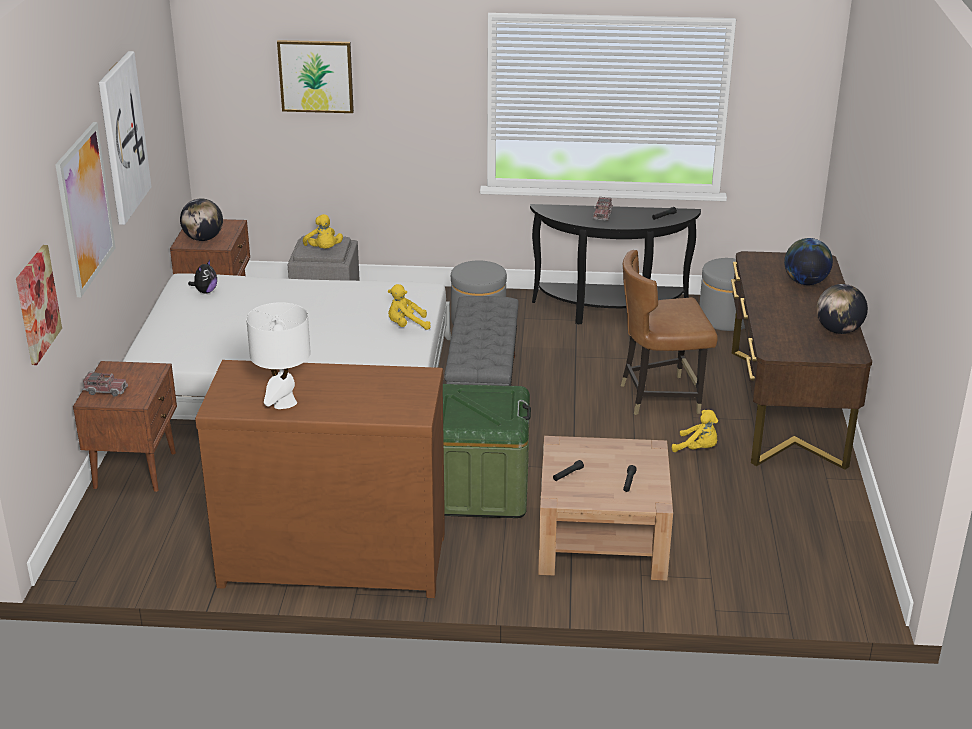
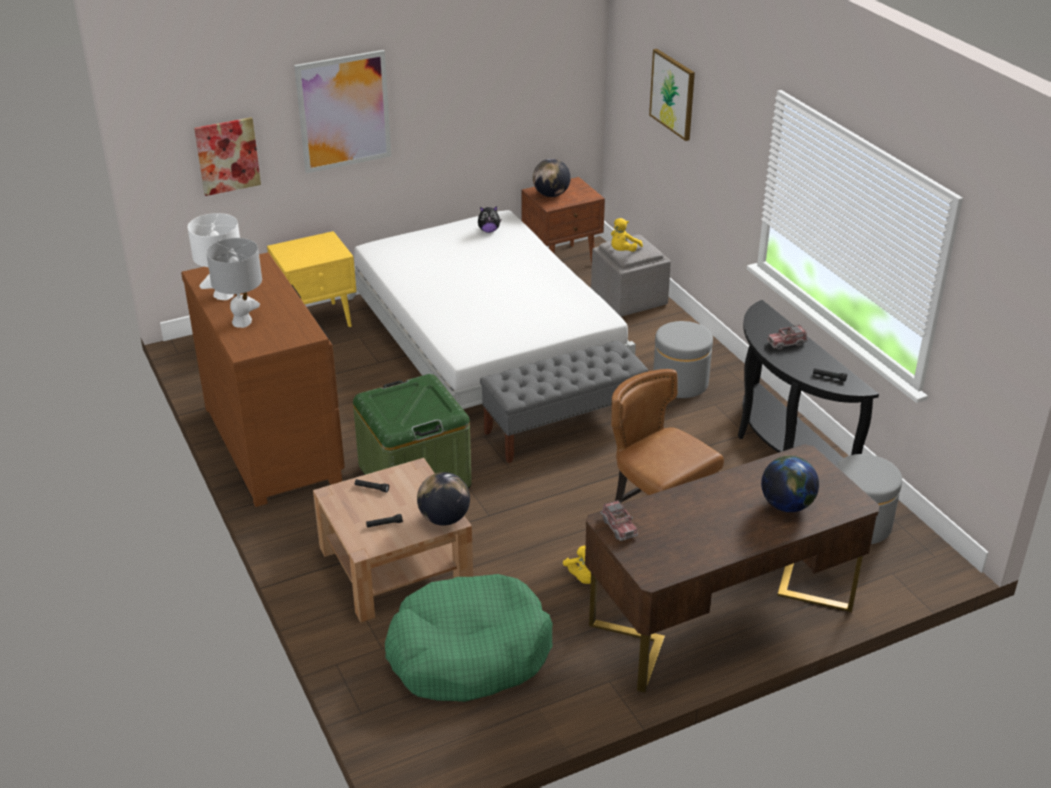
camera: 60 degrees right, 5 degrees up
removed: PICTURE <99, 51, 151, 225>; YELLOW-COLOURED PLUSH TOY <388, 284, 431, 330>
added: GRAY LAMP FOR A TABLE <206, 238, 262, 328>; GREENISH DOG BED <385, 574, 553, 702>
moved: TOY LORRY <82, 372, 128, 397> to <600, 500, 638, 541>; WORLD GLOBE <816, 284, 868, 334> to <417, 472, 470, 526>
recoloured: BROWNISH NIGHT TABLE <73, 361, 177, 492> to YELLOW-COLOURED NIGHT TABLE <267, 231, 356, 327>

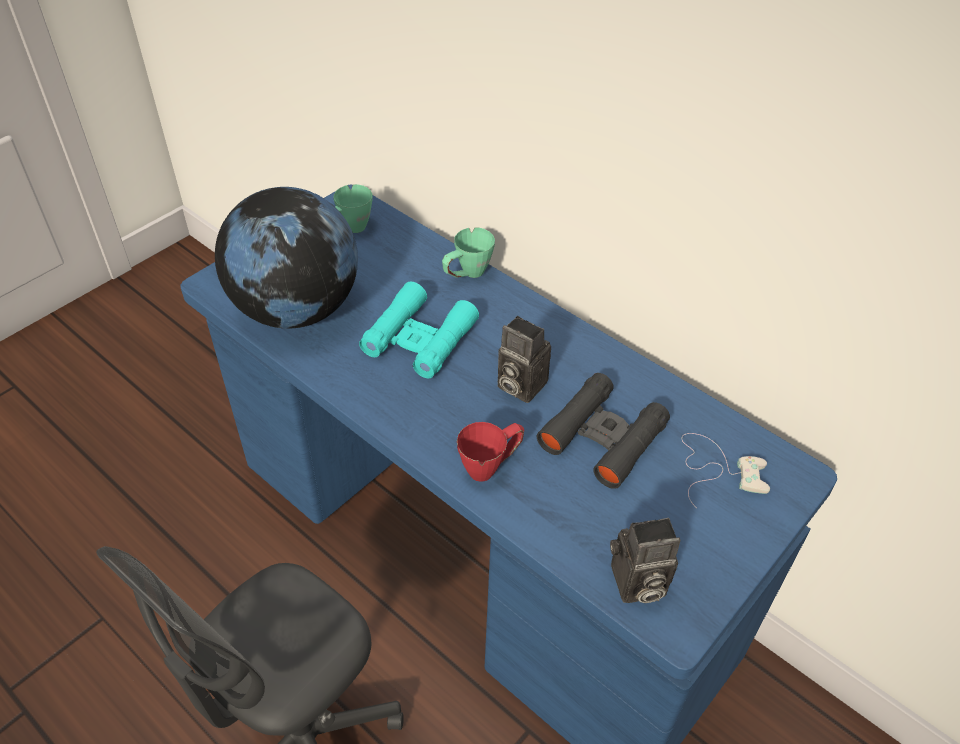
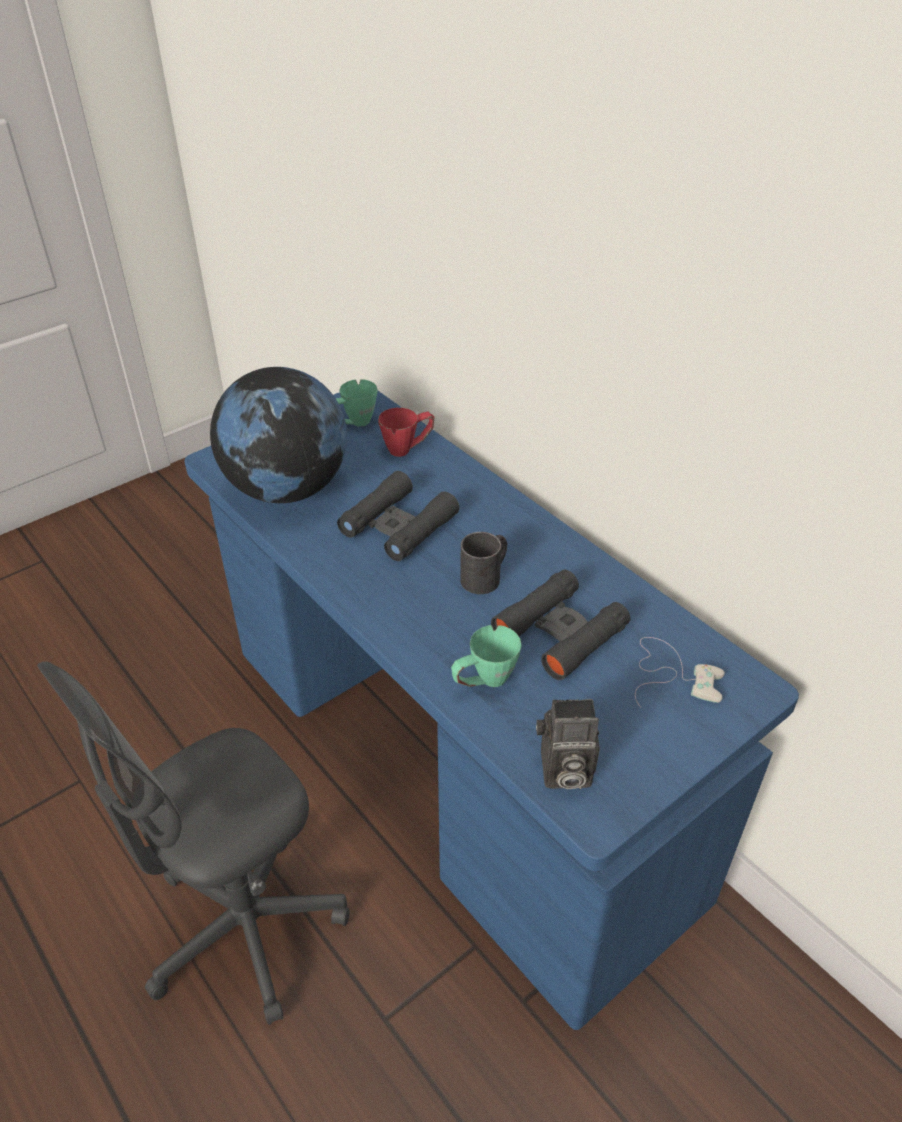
camera: 10 degrees right, 5 degrees down
moved: GREENISH MUG <442, 227, 495, 278> to <451, 625, 522, 687>; REDDISH MUG <457, 422, 524, 482> to <378, 408, 434, 457>
replaced: STILL CAMERA <498, 316, 551, 403> to BLACK-COLOURED MUG <460, 532, 507, 594>
recoloured: TURQUOISE-COLOURED BINOCULARS <359, 281, 479, 378> to BLACK-COLOURED BINOCULARS <337, 471, 460, 561>

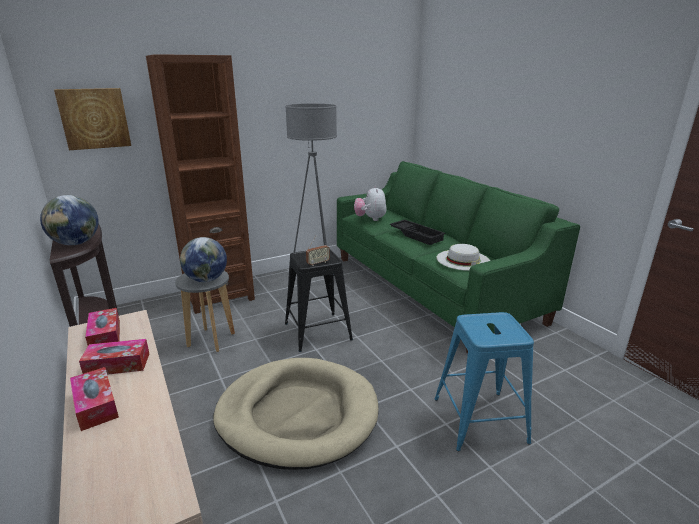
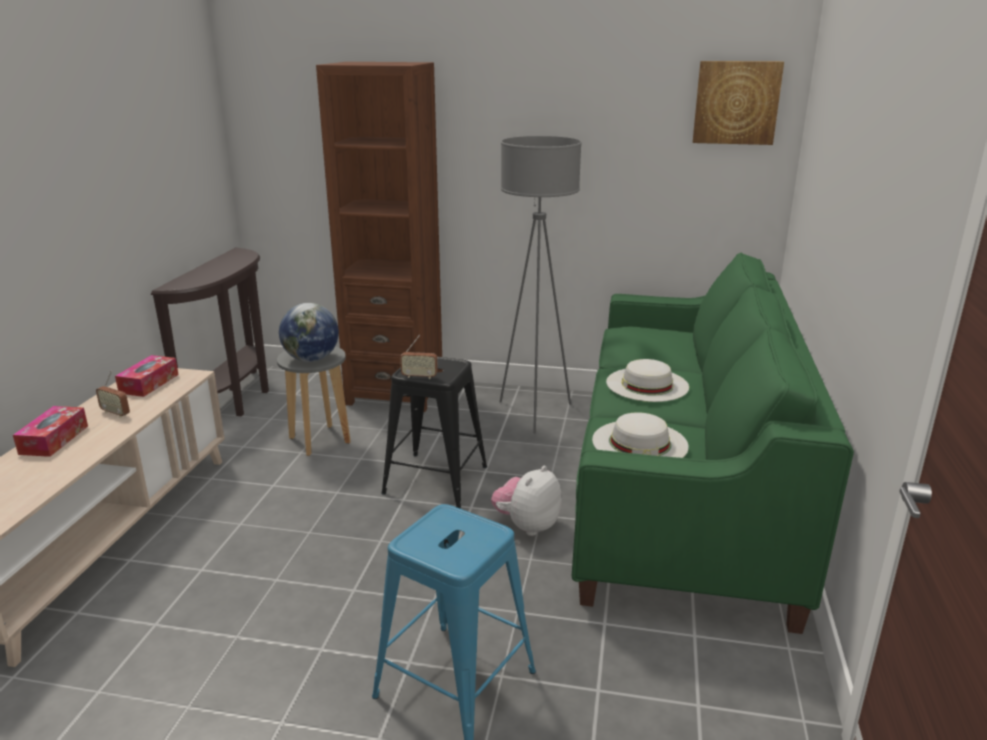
camera: 40 degrees right, 0 degrees up
removed: WORLD GLOBE <40, 195, 99, 245>; BEIGE DOG BED <213, 358, 379, 470>
moved: PICTURE <54, 88, 131, 150> to <693, 61, 784, 145>; PLUSH TOY <354, 185, 387, 221> to <491, 466, 562, 536>
replaced: TISSUE BOX <79, 339, 149, 375> to RADIO SET <96, 371, 130, 418>; BLACK-COLOURED CARRYING TRAY <389, 220, 446, 245> to WHITISH CLOTHING HAT <606, 359, 689, 402>

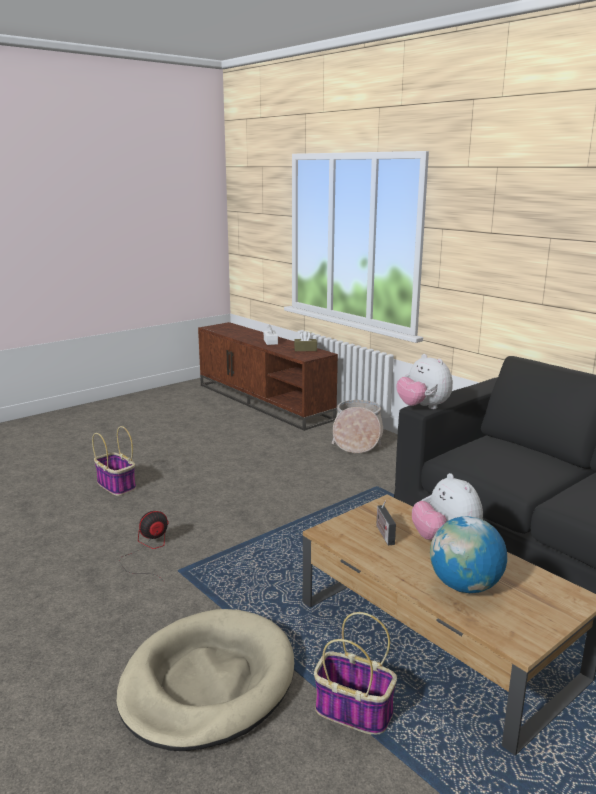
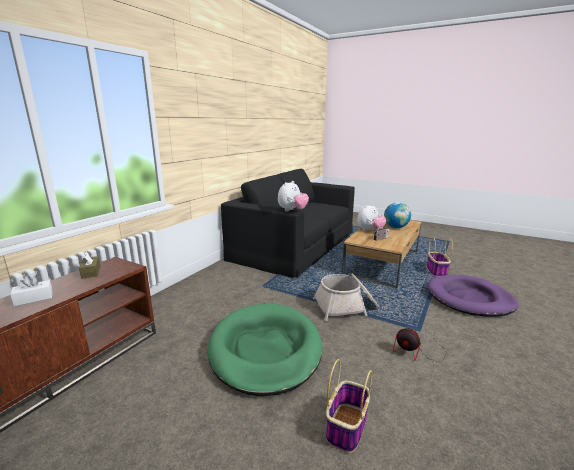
camera: 110 degrees left, 0 degrees up
added: GREENISH DOG BED <207, 304, 322, 396>
moved: HOUSEHOLD BASKET <332, 400, 383, 454> to <313, 273, 379, 321>
recoloured: BEIGE DOG BED <116, 609, 294, 751> to PURPLISH DOG BED <428, 275, 519, 317>

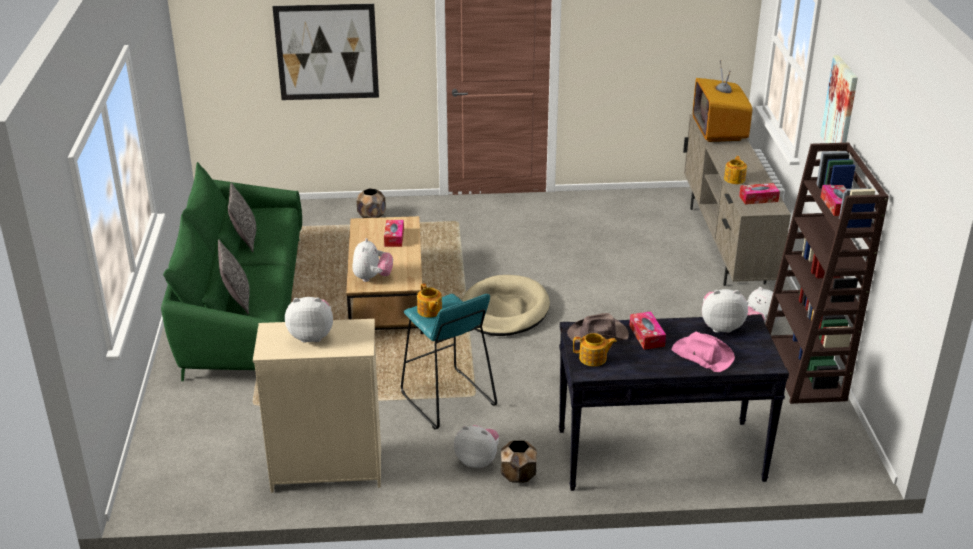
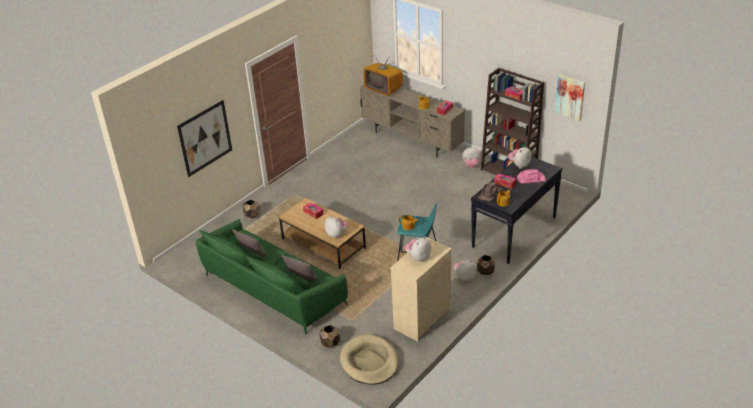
camera: 45 degrees left, 5 degrees up
added: BROWNISH PLANT POT <319, 325, 340, 348>
moved: BEIGE DOG BED <462, 275, 550, 336> to <340, 334, 399, 385>; PICTURE <820, 55, 858, 143> to <555, 74, 585, 121>

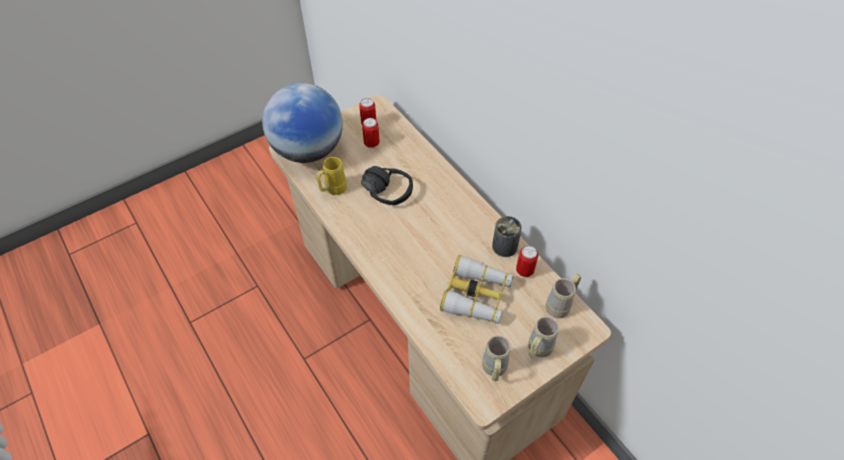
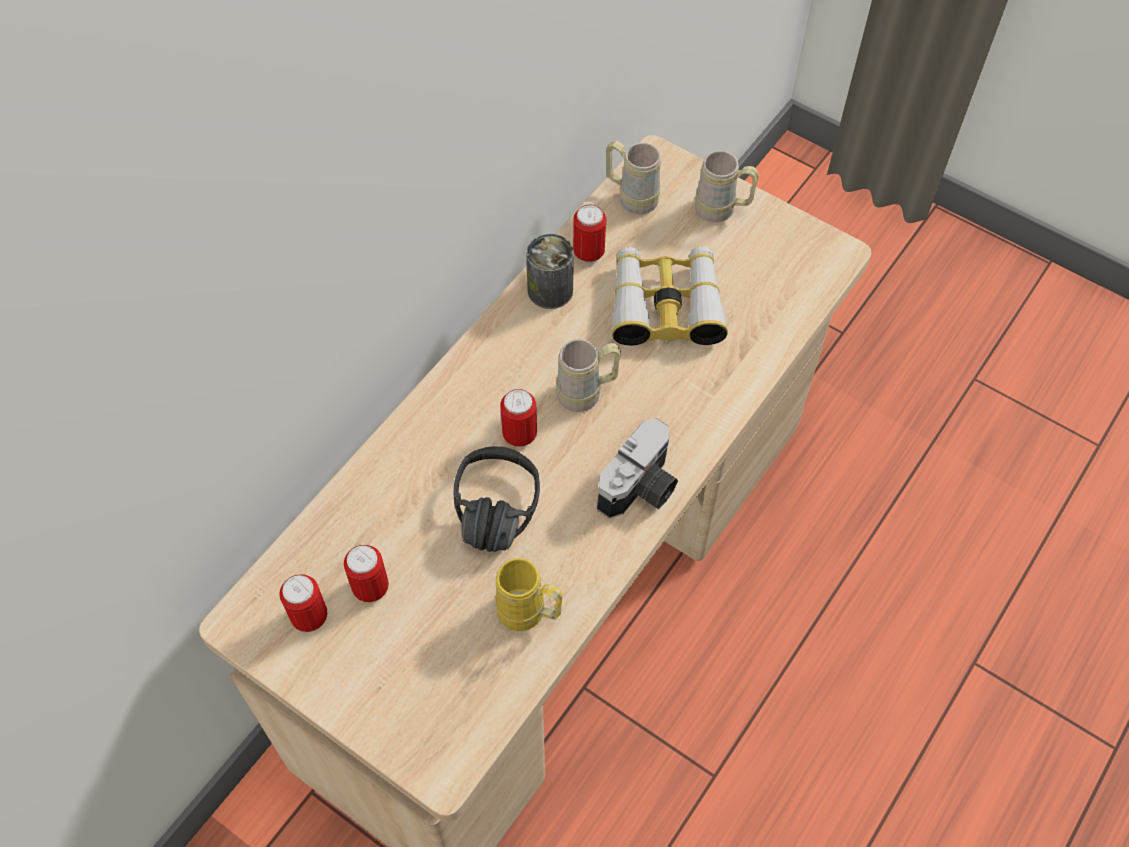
camera: 110 degrees left, 5 degrees up
removed: WORLD GLOBE <262, 83, 343, 163>
added: METAL CAN <500, 389, 537, 447>; STILL CAMERA <597, 418, 678, 519>
moved: BEIGE MUG <482, 336, 511, 381> to <556, 339, 621, 412>

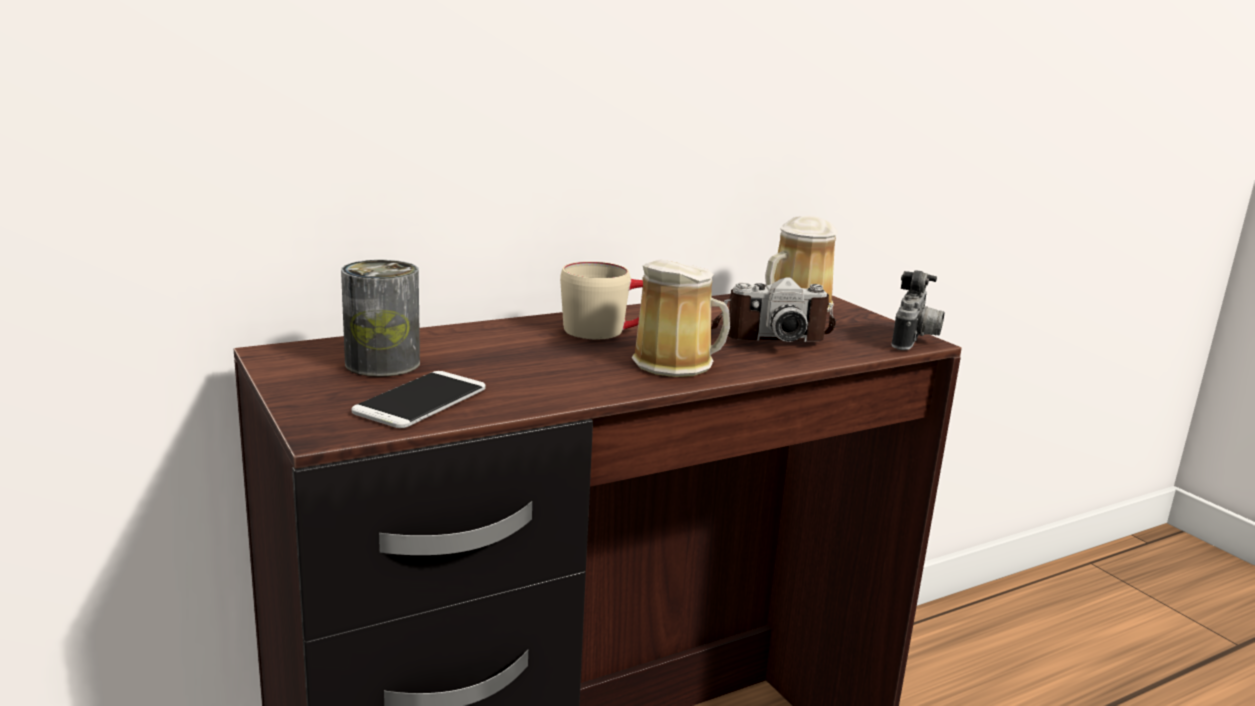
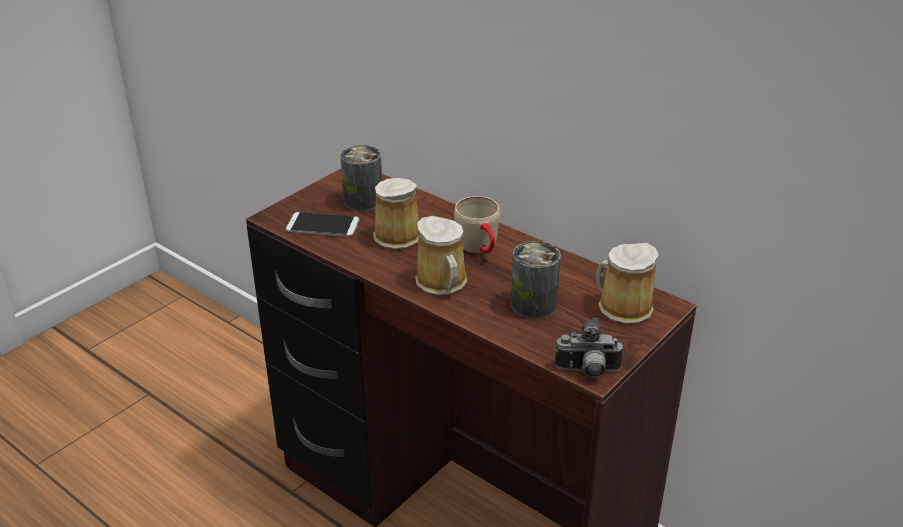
camera: 70 degrees right, 15 degrees up
added: MUG <373, 178, 419, 249>
replaced: STILL CAMERA <711, 277, 836, 342> to METAL CAN <511, 241, 561, 319>

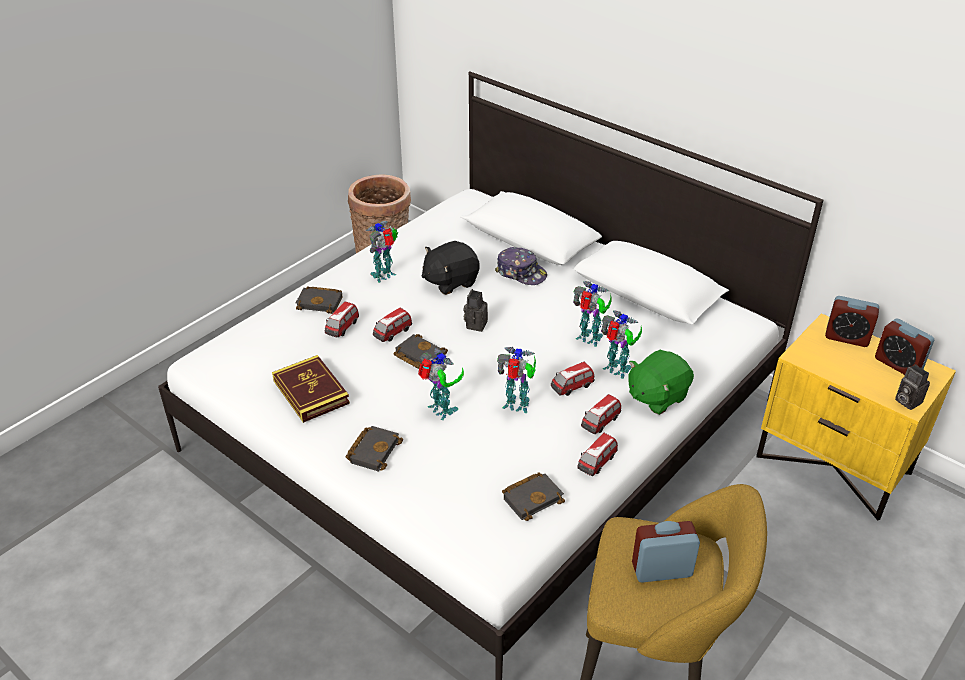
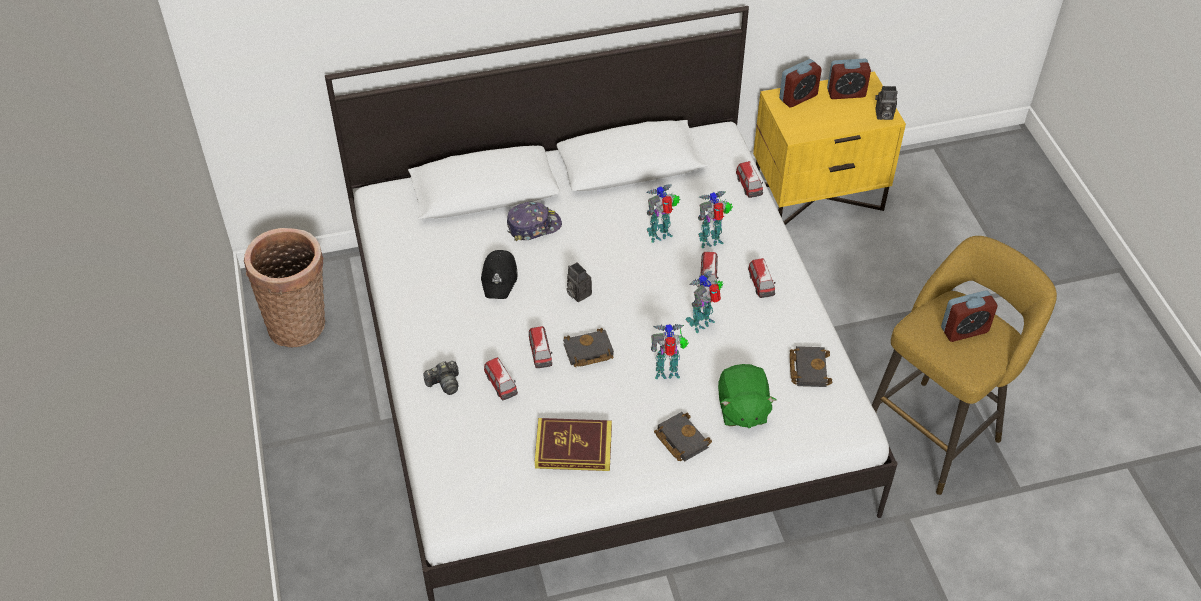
camera: 55 degrees left, 10 degrees up
removed: TOY ROBOT <366, 221, 398, 283>
moved: TOY CAR <577, 433, 618, 476> to <736, 161, 763, 198>; GREENISH PLUSH TOY <628, 350, 694, 415> to <718, 364, 776, 429>
replaced: BLACK-COLOURED BOOK <296, 286, 343, 314> to STILL CAMERA <423, 361, 459, 395>; BLACK-COLOURED PLUSH TOY <422, 241, 479, 295> to BLACK-COLOURED PEAKED CAP <481, 250, 518, 299>
turned: ALARM CLOCK <632, 521, 700, 583> = <941, 290, 998, 342> 135 degrees counterclockwise

